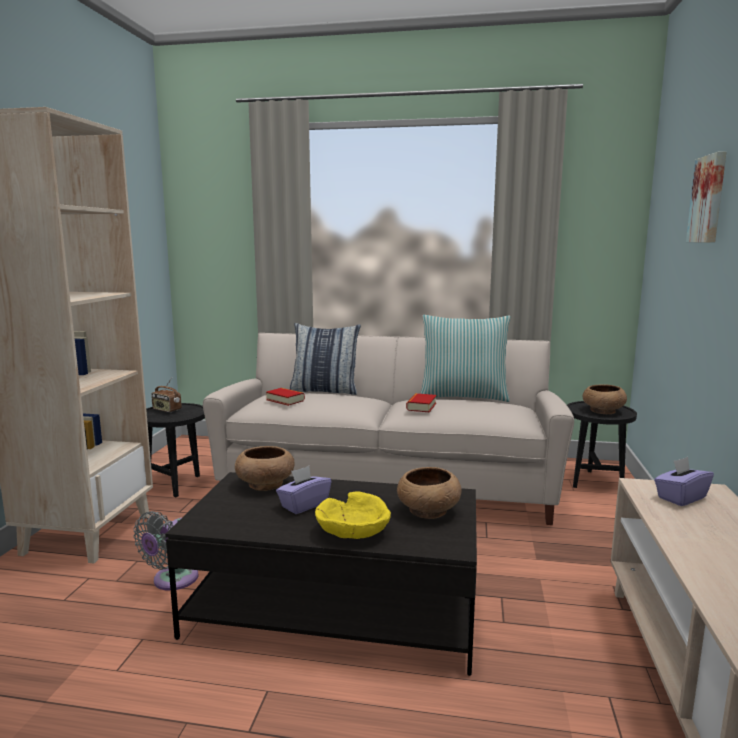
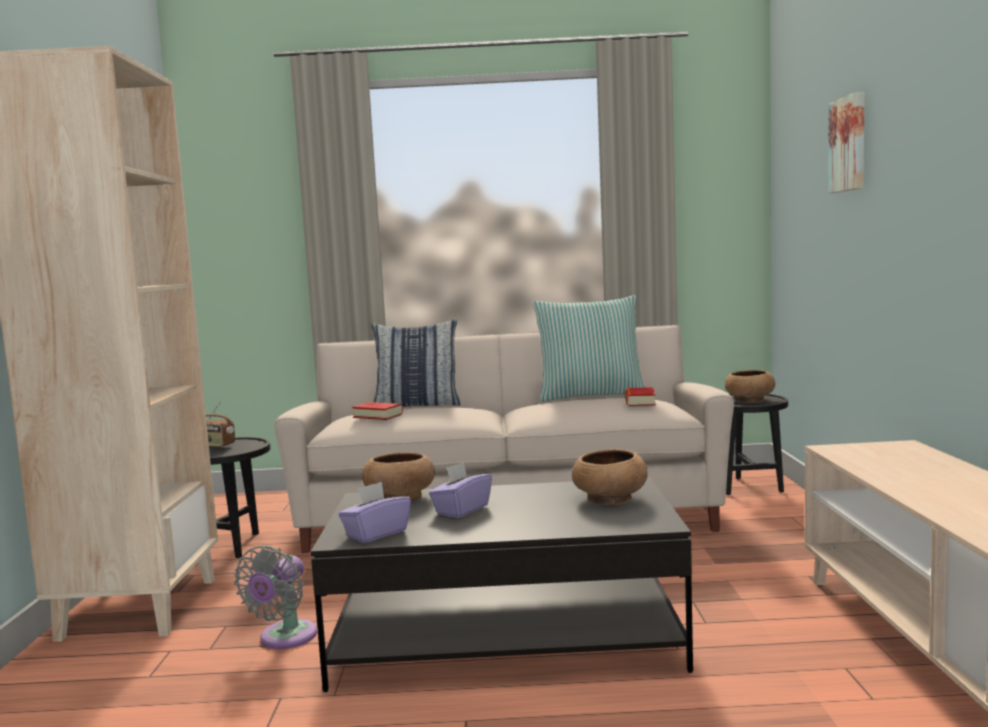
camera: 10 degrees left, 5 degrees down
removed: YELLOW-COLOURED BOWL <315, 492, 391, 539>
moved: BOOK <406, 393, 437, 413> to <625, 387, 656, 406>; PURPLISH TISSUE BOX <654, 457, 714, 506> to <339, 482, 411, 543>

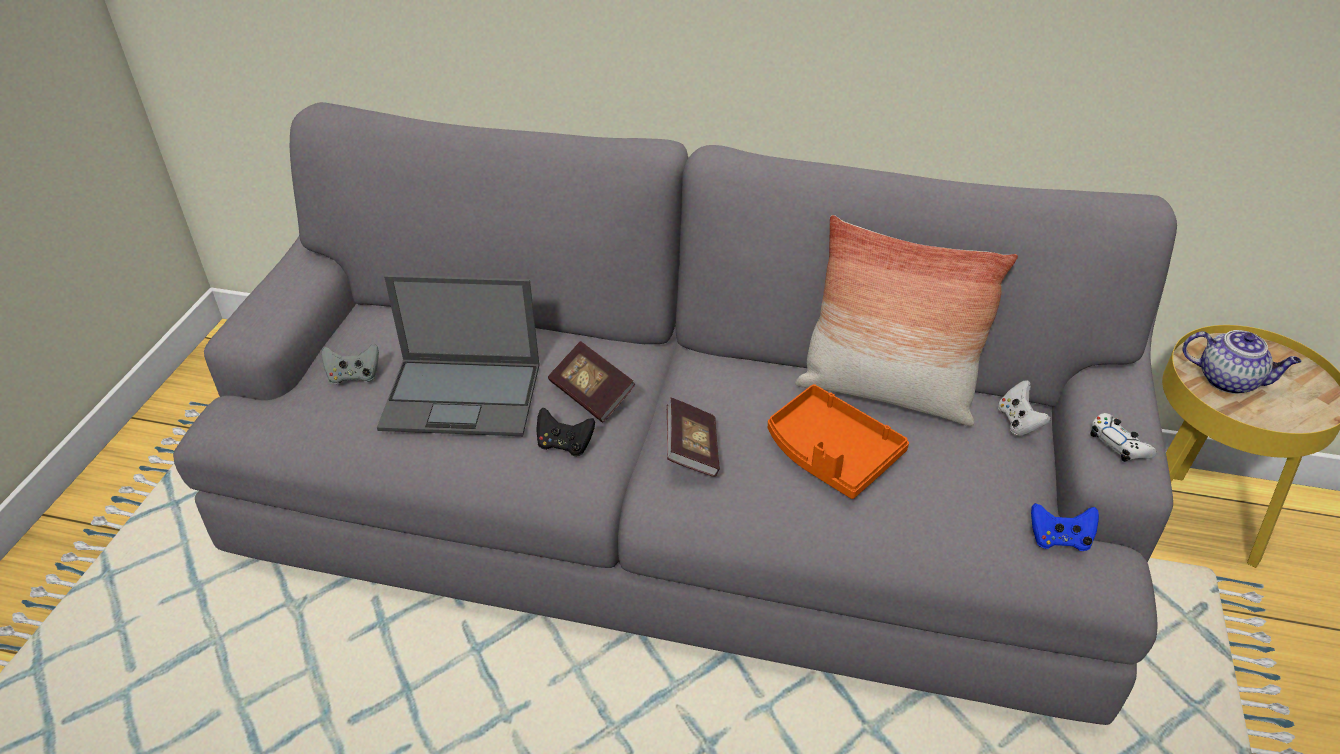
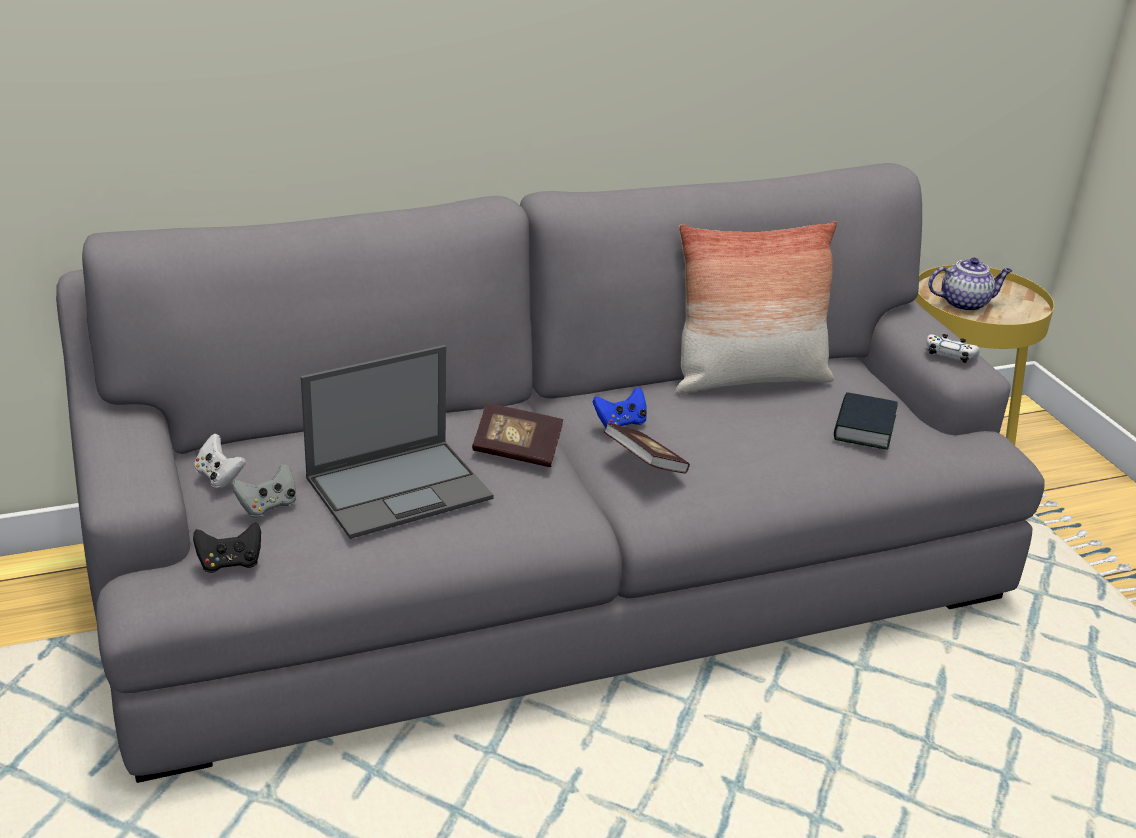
camera: 35 degrees left, 10 degrees down
removed: ORANGE-COLOURED CARRYING TRAY <768, 384, 909, 499>
added: BOOK <834, 392, 897, 450>
moved: BLACK-COLOURED JOYPAD <536, 408, 595, 456> to <193, 522, 261, 573>; WHITISH JOYPAD <998, 380, 1051, 436> to <194, 433, 246, 489>; BLUE JOYPAD <1031, 503, 1099, 551> to <593, 387, 647, 428>

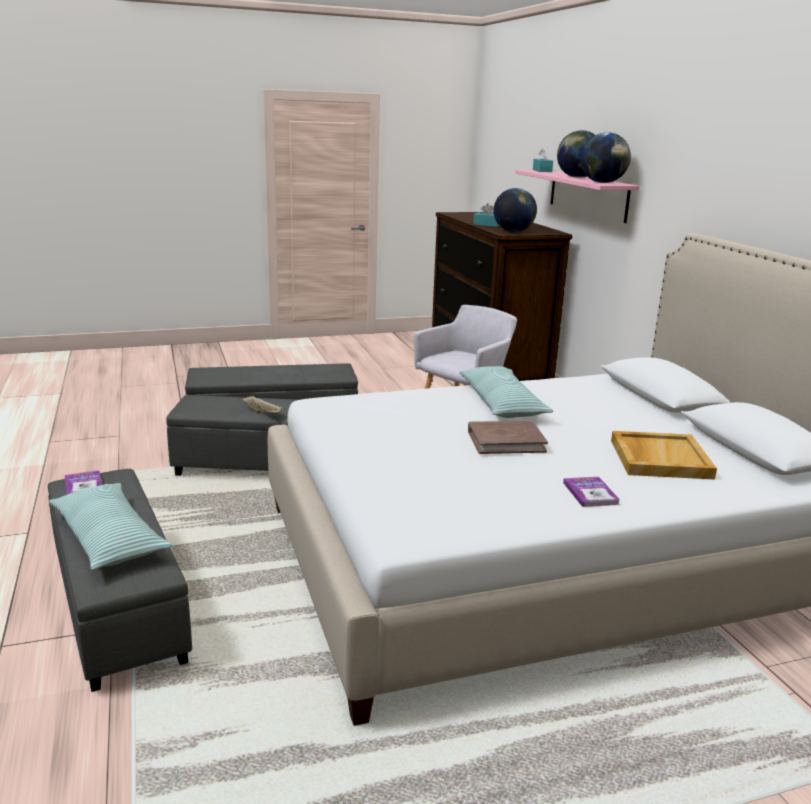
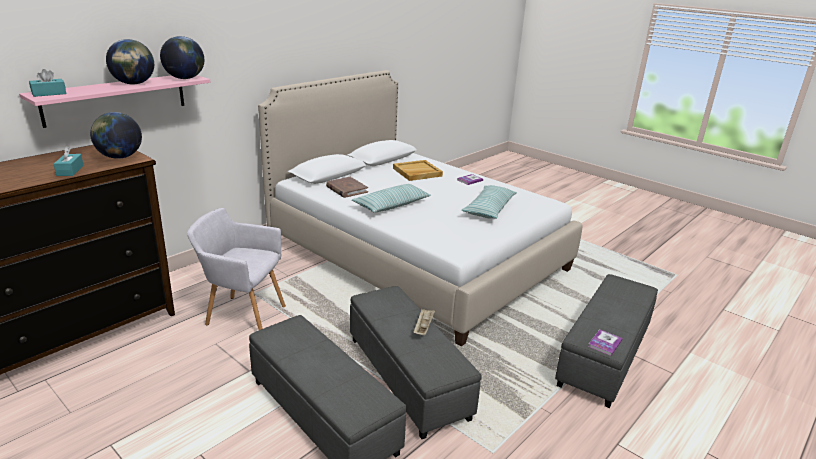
camera: 120 degrees left, 5 degrees up
moved: THROW PILLOW <49, 483, 172, 570> to <462, 185, 517, 219>; BROWNISH BOOK <468, 421, 548, 454> to <326, 177, 368, 198>

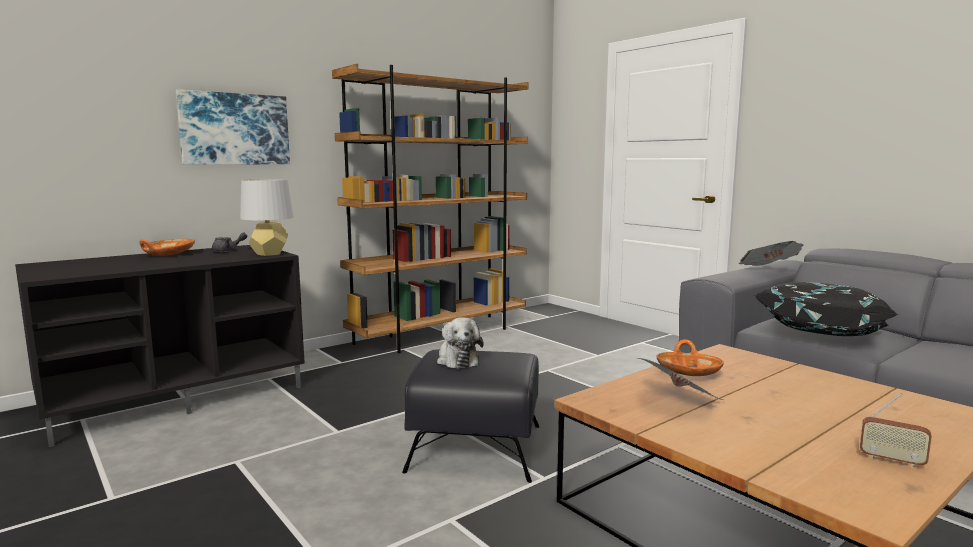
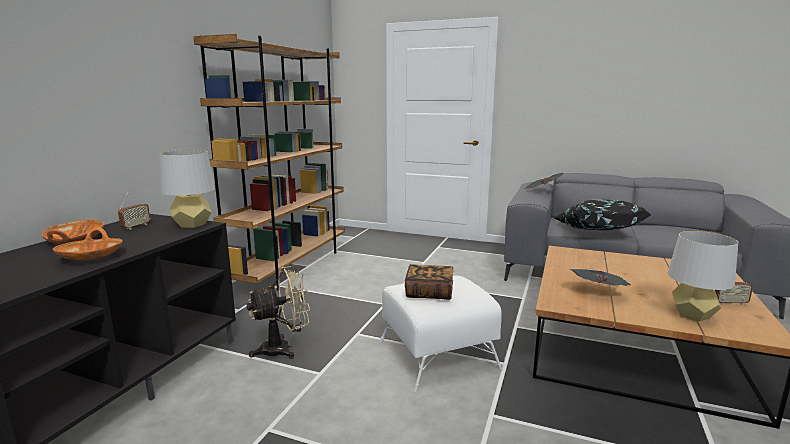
camera: 30 degrees left, 5 degrees up
removed: PICTURE <176, 89, 290, 165>
added: BEIGE ELECTRIC FAN <247, 266, 310, 359>; GRAY LAMP FOR A TABLE <668, 231, 738, 322>
moved: ORANGE-COLOURED BOWL <657, 339, 724, 376> to <53, 227, 123, 260>
replaced: GRAY TEA POT <212, 233, 247, 252> to RADIO SET <118, 191, 150, 230>; PLUSH TOY <437, 317, 484, 369> to BOOK <405, 264, 453, 300>
recoloured: BLACK-COLOURED OTTOMAN <402, 349, 539, 483> to WHITISH OTTOMAN <380, 276, 502, 392>

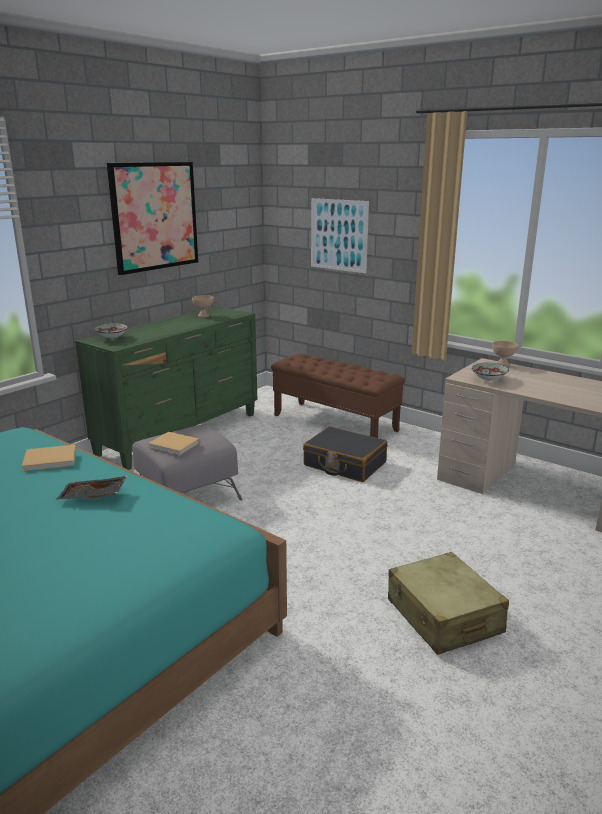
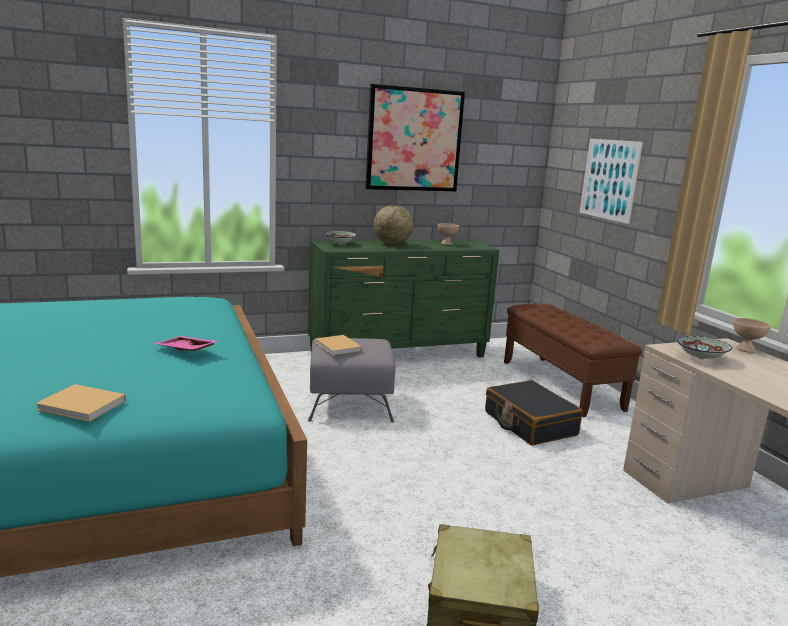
camera: 30 degrees right, 5 degrees down
added: WORLD GLOBE <374, 205, 413, 245>
moved: BEIGE BOOK <22, 444, 76, 471> to <35, 384, 126, 422>
recoloured: BLACK-COLOURED CARRYING TRAY <57, 476, 127, 499> to PINK-COLOURED CARRYING TRAY <154, 336, 218, 351>

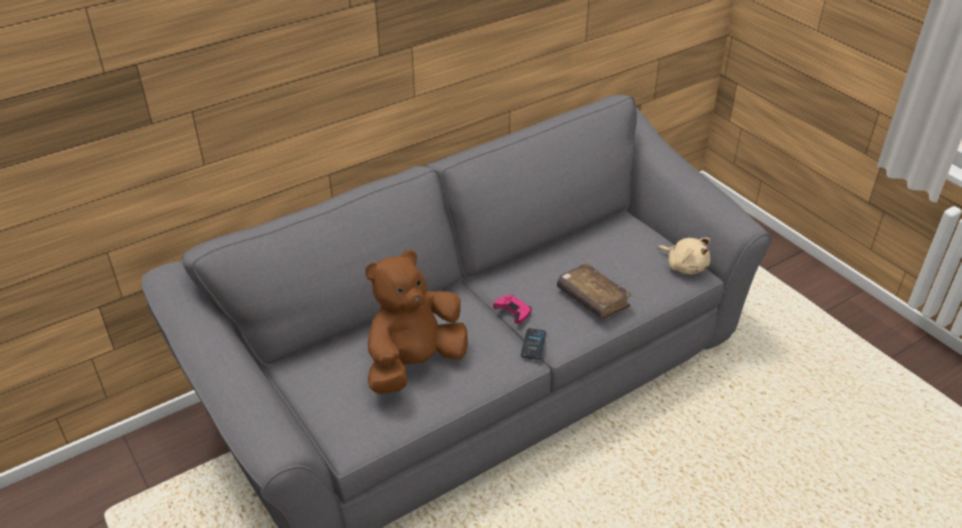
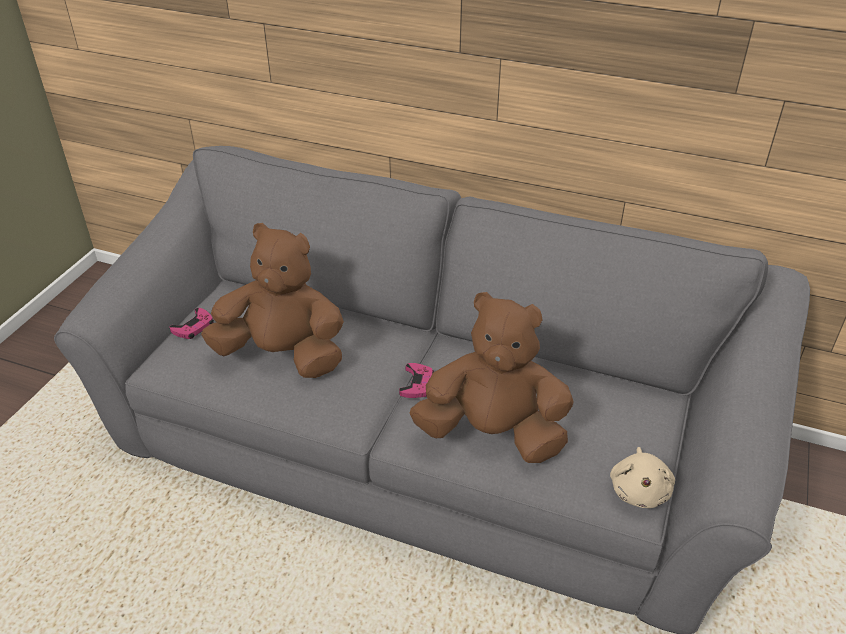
camera: 55 degrees right, 0 degrees up
removed: PHONE <521, 328, 546, 360>
added: PINK-COLOURED JOYPAD <169, 308, 214, 339>
replaced: BROWNISH BOOK <557, 263, 632, 319> to BROWNISH PLUSH TOY <410, 292, 574, 463>

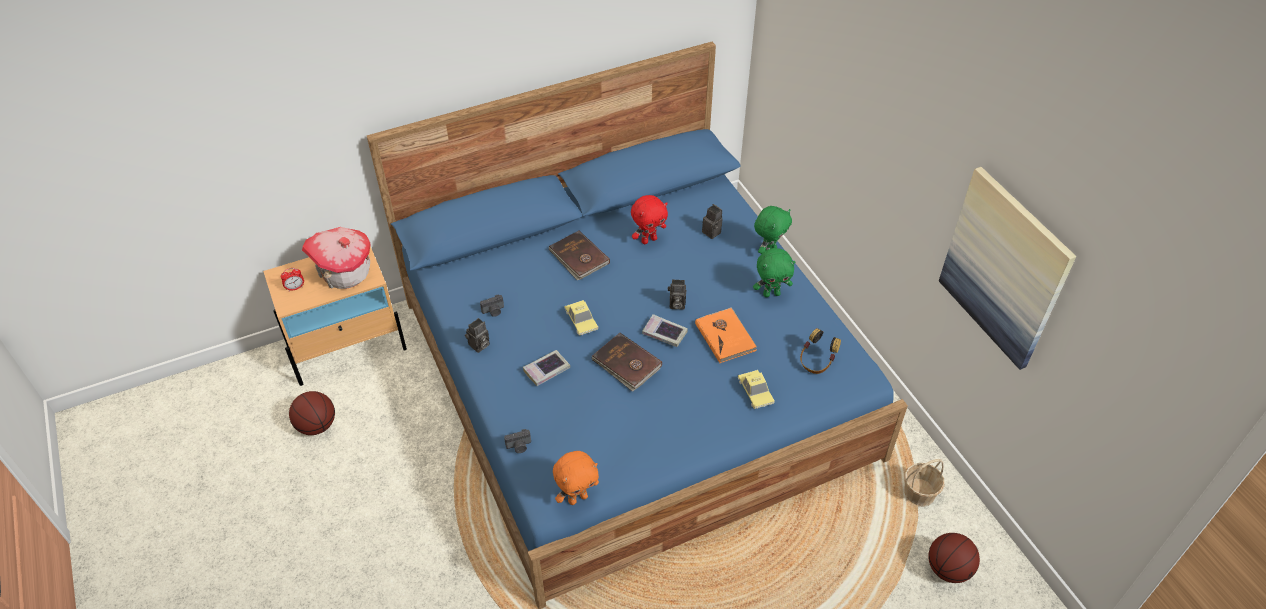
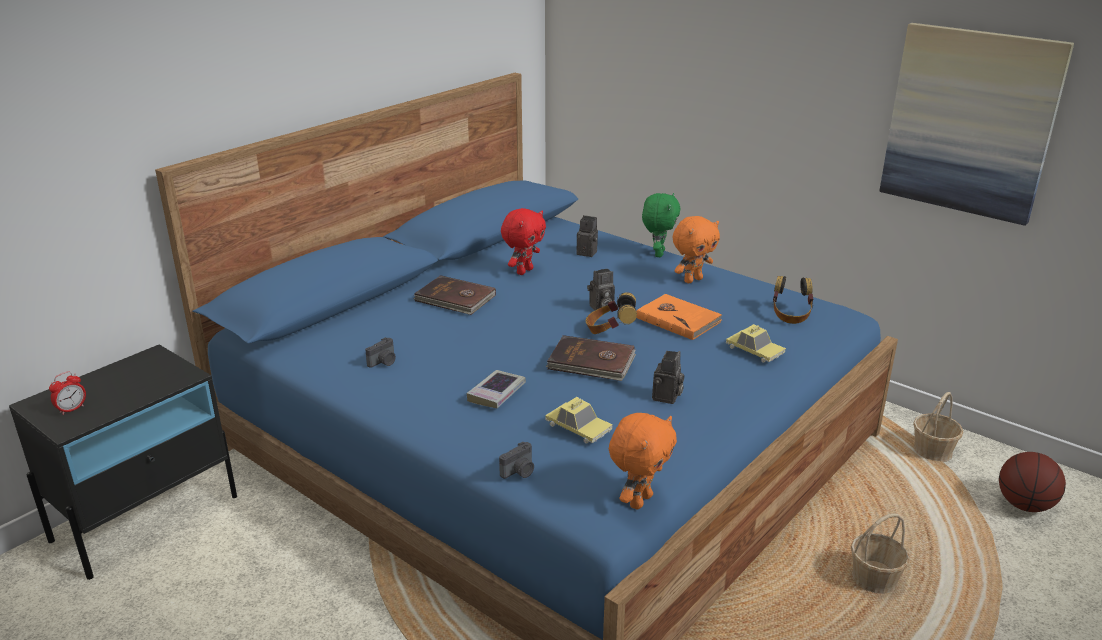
camera: 25 degrees left, 20 degrees down
removed: BASKETBALL <289, 391, 335, 435>; MINIATURE HOUSE <302, 227, 371, 289>
added: HOUSEHOLD BASKET <851, 513, 910, 594>
moved: STILL CAMERA <465, 318, 490, 353> to <652, 351, 684, 404>; TOY CAR <565, 300, 598, 335> to <545, 397, 613, 444>
replaced: BOOK <642, 314, 688, 347> to HEADPHONES <586, 292, 637, 334>
recoloured: BEIGE NIGHT TABLE <263, 246, 407, 386> to BLACK-COLOURED NIGHT TABLE <9, 344, 237, 580>; GREENISH PLUSH TOY <753, 248, 796, 297> to ORANGE-COLOURED PLUSH TOY <673, 216, 720, 283>

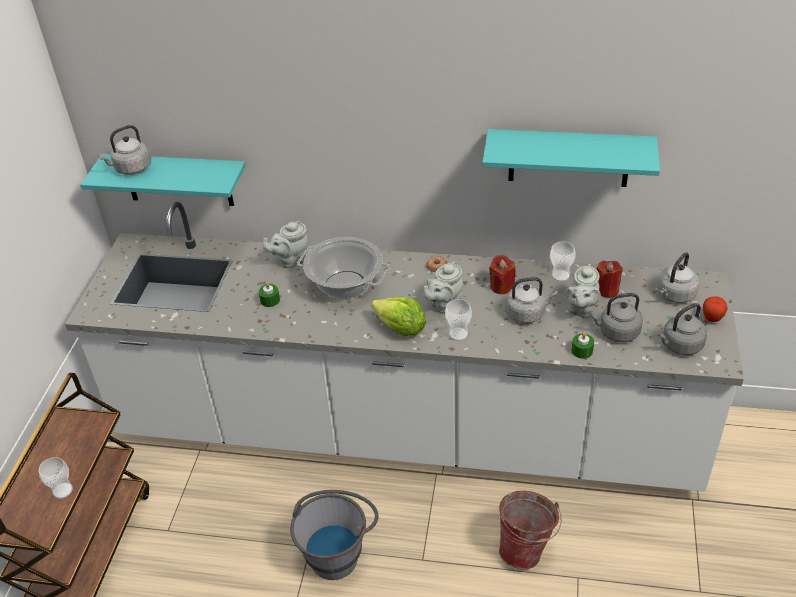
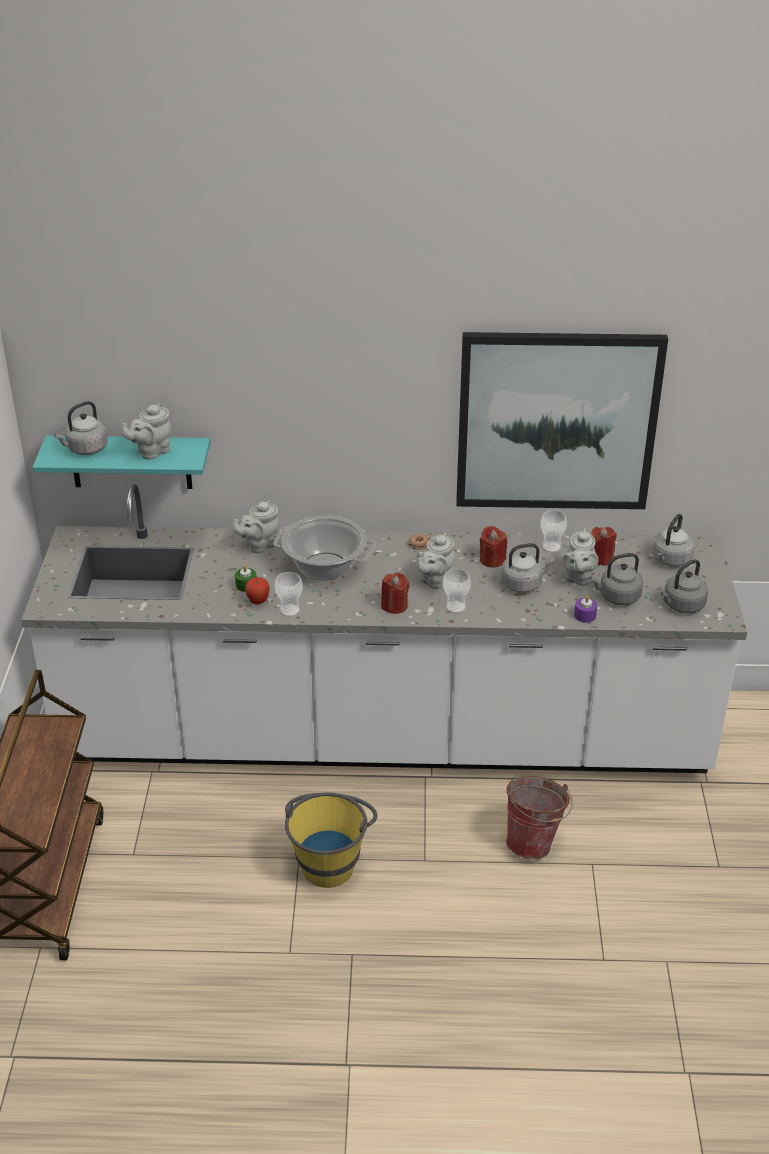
camera: 10 degrees left, 5 degrees down
added: GRAY TEA POT <122, 403, 171, 460>
moved: SMALL CUP <39, 457, 73, 499> to <274, 572, 303, 617>; APPLE FRUIT <703, 296, 728, 322> to <245, 577, 270, 604>
replaced: LETTUCE HEAD <371, 297, 426, 336> to REDDISH WAX LIGHT <381, 572, 409, 614>; TURQUOISE-COLOURED SHELF <482, 129, 660, 187> to PICTURE <456, 332, 668, 509>
recoloured: GRAY BUCKET <290, 490, 379, 580> to YELLOW-COLOURED BUCKET <285, 792, 377, 888>; GREENISH WAX LIGHT <572, 332, 594, 359> to PURPLISH WAX LIGHT <574, 595, 597, 623>

